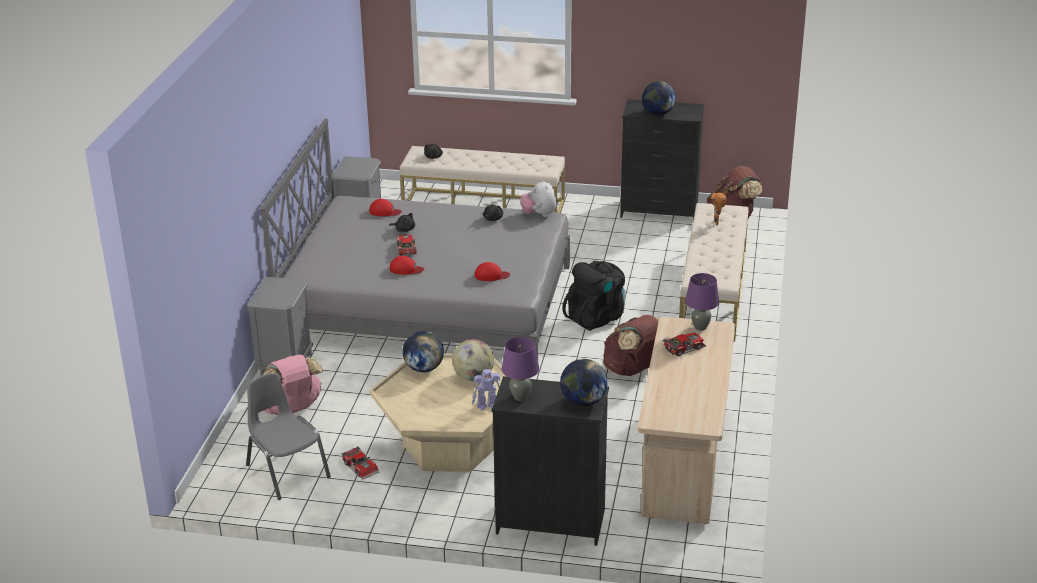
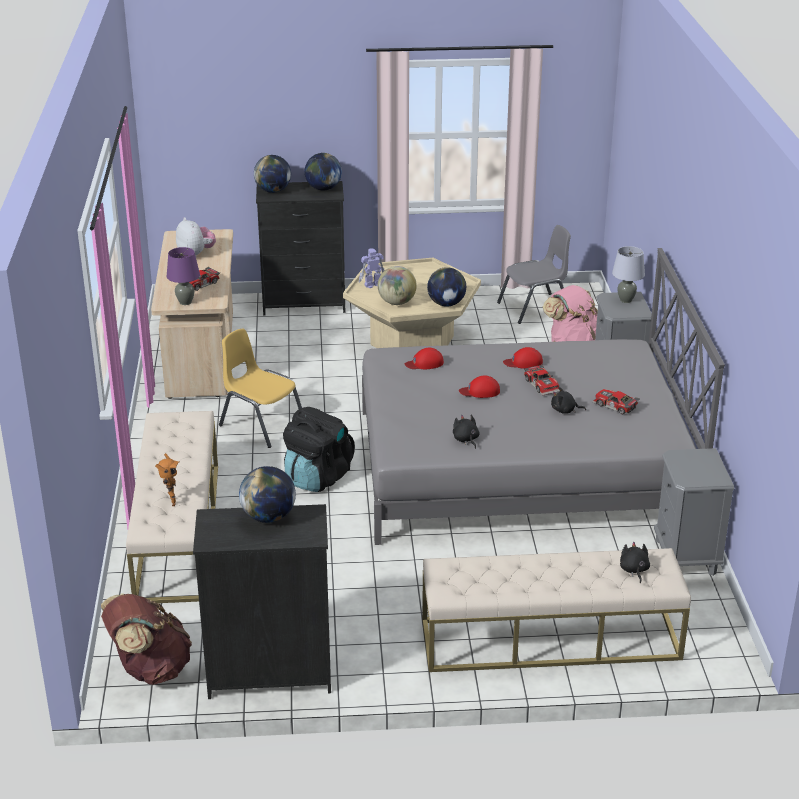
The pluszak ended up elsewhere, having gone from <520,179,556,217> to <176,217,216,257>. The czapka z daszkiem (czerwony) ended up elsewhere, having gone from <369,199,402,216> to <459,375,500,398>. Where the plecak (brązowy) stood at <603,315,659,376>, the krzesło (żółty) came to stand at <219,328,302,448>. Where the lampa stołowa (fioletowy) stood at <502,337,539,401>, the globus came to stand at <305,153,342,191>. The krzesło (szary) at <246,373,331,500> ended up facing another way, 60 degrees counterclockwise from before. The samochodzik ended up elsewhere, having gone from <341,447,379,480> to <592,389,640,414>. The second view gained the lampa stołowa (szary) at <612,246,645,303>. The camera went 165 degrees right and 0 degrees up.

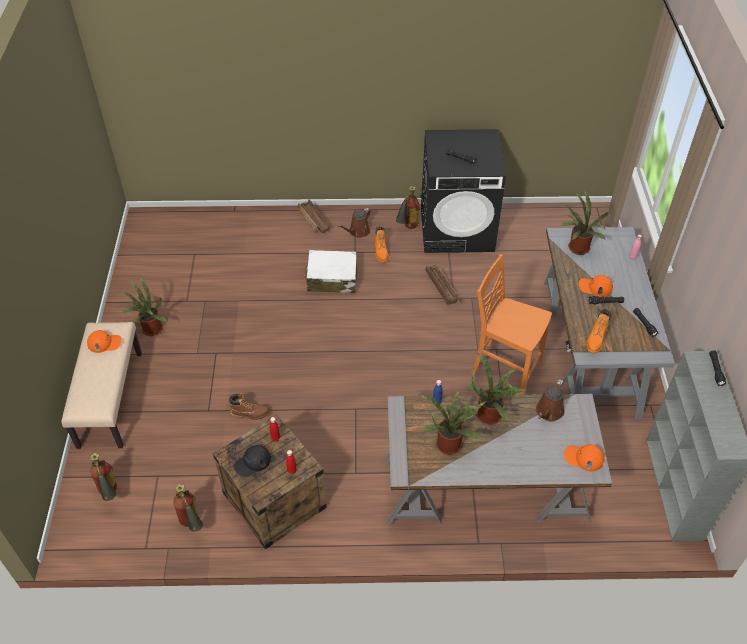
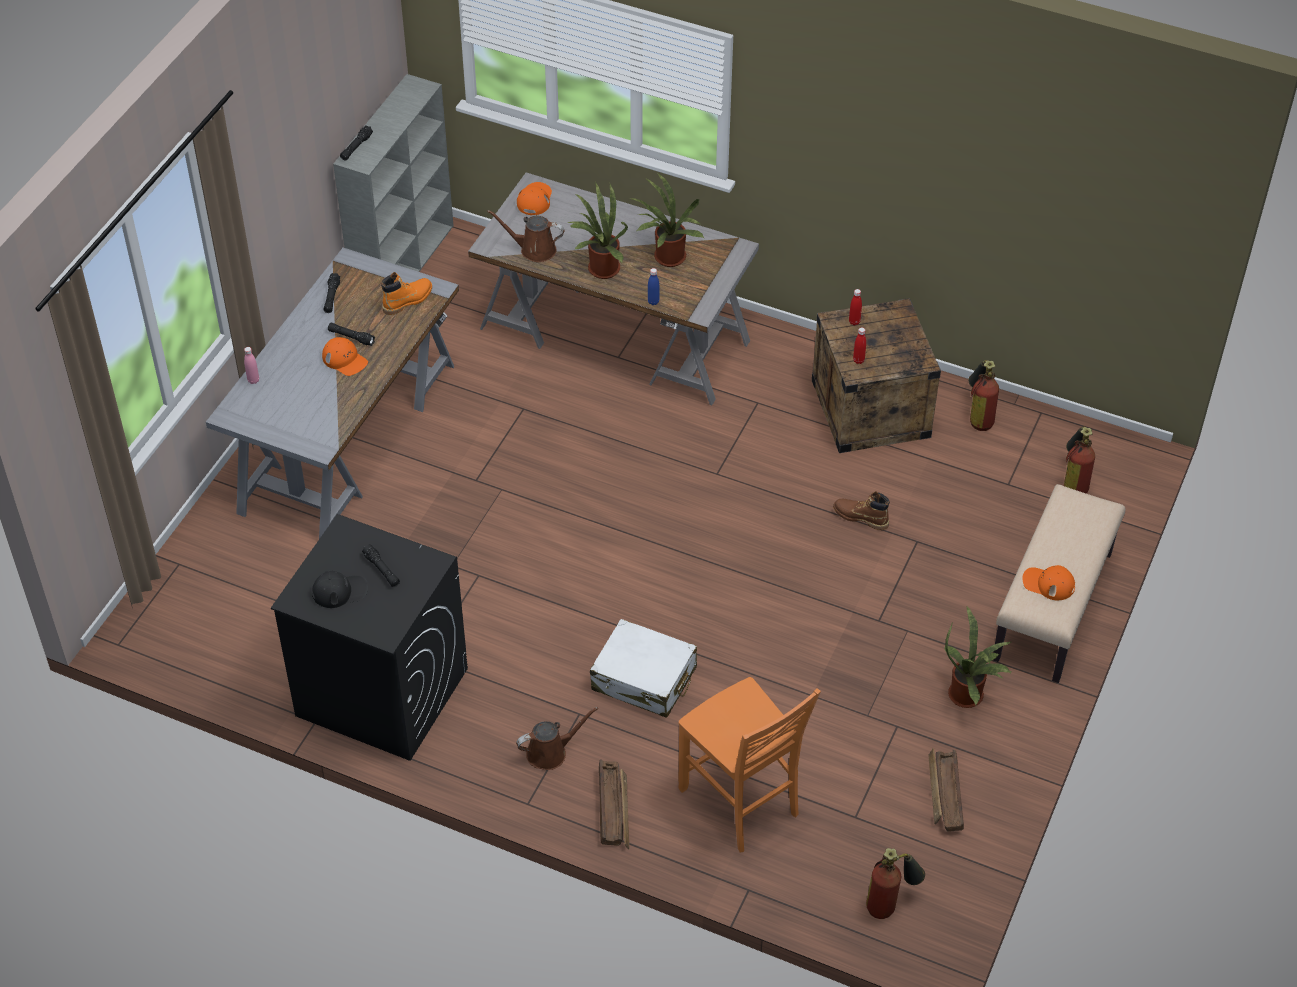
The gaśnica ended up elsewhere, having gone from <396,186,420,229> to <866,848,925,919>. The second view lost the roślina doniczkowa at <560,190,609,255>. The second view lost the but z cholewką (pomarańczowy) at <375,226,389,263>. The krzesło (pomarańczowy) ended up elsewhere, having gone from <471,254,552,395> to <678,677,821,853>. The skrzynka ended up elsewhere, having gone from <425,265,462,305> to <928,748,964,832>. The konewka (brązowy) at <536,379,565,421> ended up facing another way, 135 degrees counterclockwise from before. The czapka z daszkiem (pomarańczowy) at <564,444,604,472> ended up facing another way, 120 degrees counterclockwise from before. The czapka z daszkiem (czarny) ended up elsewhere, having gone from <234,445,271,478> to <312,571,368,608>. The camera went 155 degrees left and 0 degrees up.

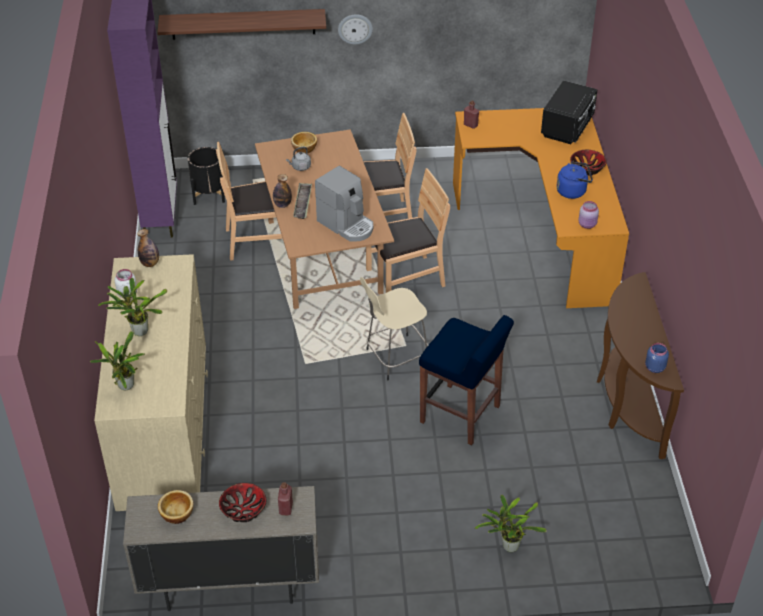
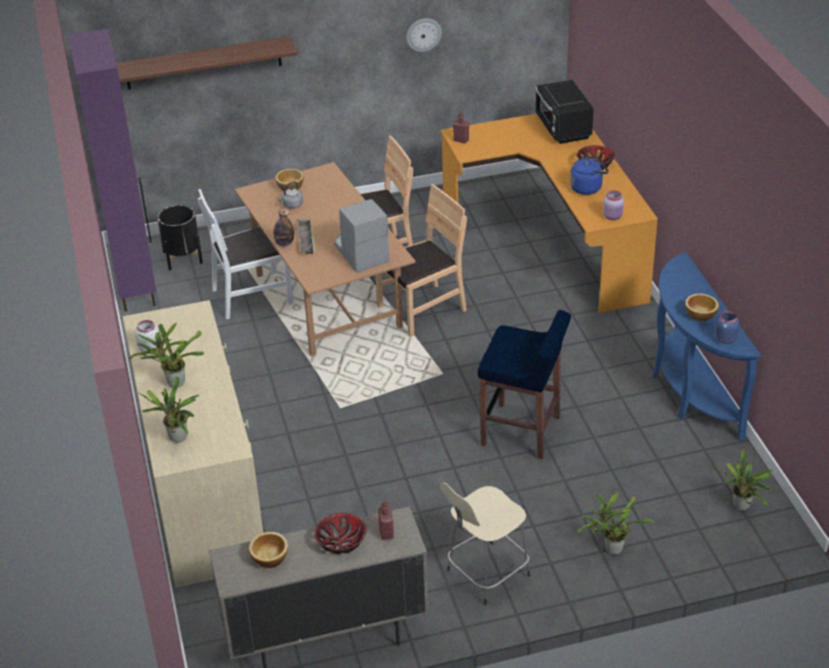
The zegar ścienny ended up elsewhere, having gone from <338,14,373,45> to <406,18,442,52>. The mikrofalówka (czarny) at <541,80,598,144> ended up facing another way, 150 degrees clockwise from before. What was the krzesło (brązowy) at <216,142,283,261> turned into the krzesło (biały) at <198,189,294,320>. The ekspres do kawy at <315,166,373,242> ended up facing another way, 150 degrees counterclockwise from before. The second view lost the butelka at <137,229,159,267>. What was the stolik konsolowy (brązowy) at <597,272,684,459> turned into the stolik konsolowy (niebieski) at <652,253,761,440>. The stołek (beżowy) ended up elsewhere, having gone from <360,277,428,380> to <440,482,530,605>. The second view gained the miska at <685,294,719,321>. The second view gained the roślina doniczkowa at <713,449,773,511>. The camera went 10 degrees left and 5 degrees down.

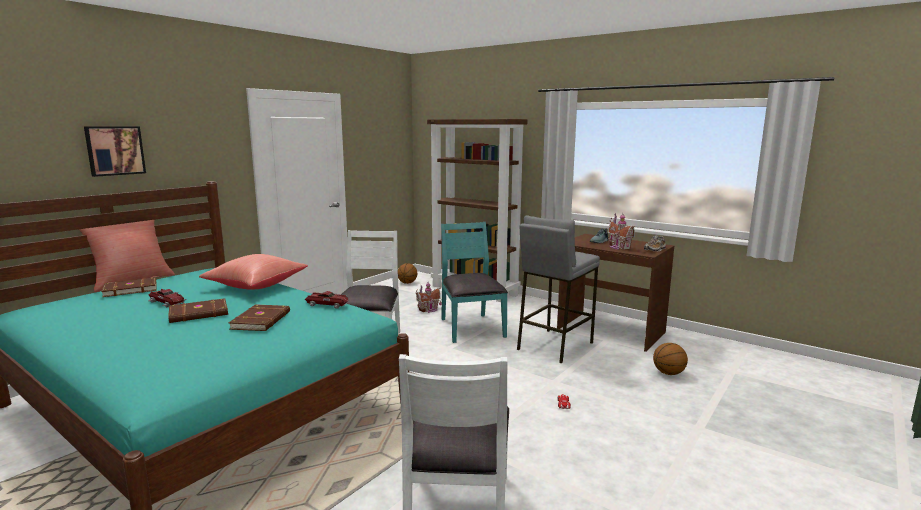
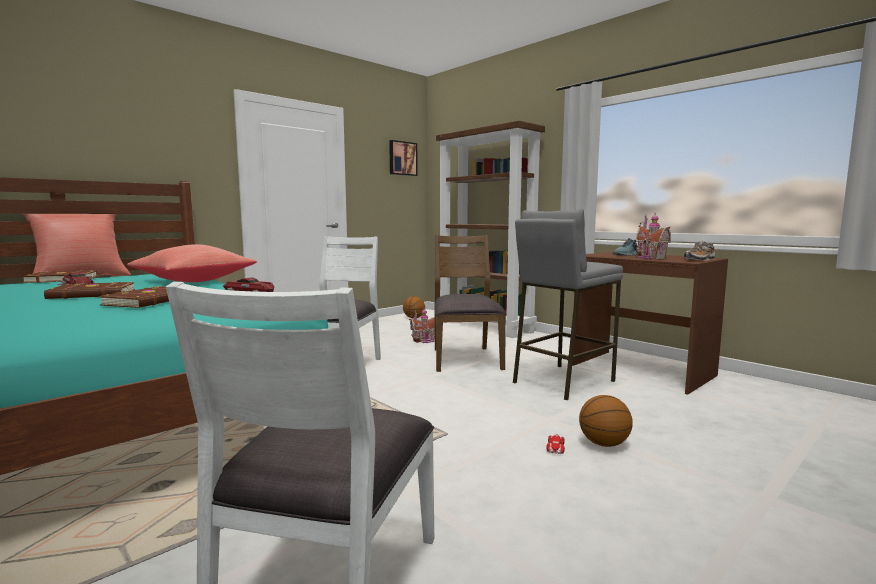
The obraz ended up elsewhere, having gone from <84,126,146,177> to <389,140,418,176>. What was the krzesło (turkusowy) at <441,222,508,343> turned into the krzesło (brązowy) at <435,235,506,372>. The piłka do koszykówki ended up elsewhere, having gone from <653,343,688,375> to <579,395,633,447>. The camera went 10 degrees right and 5 degrees down.

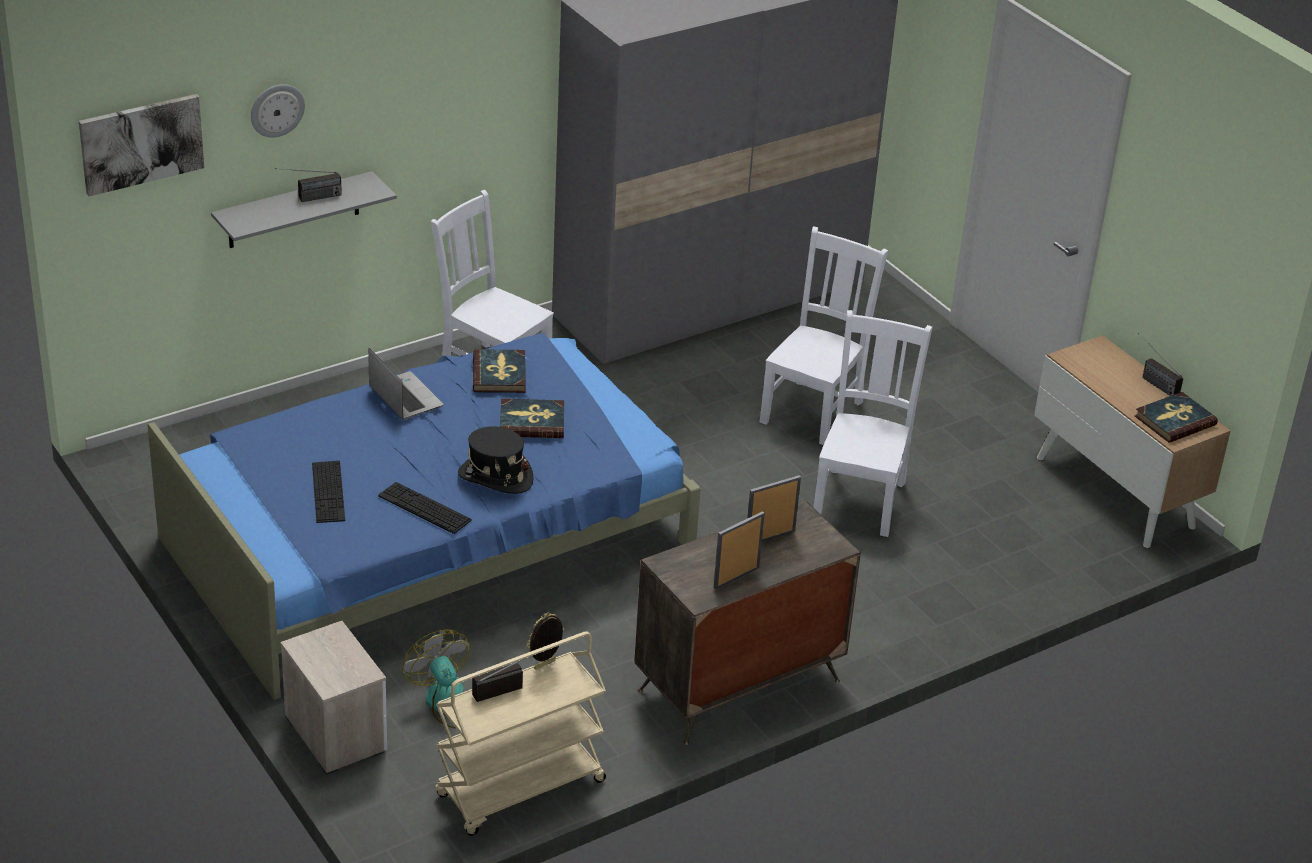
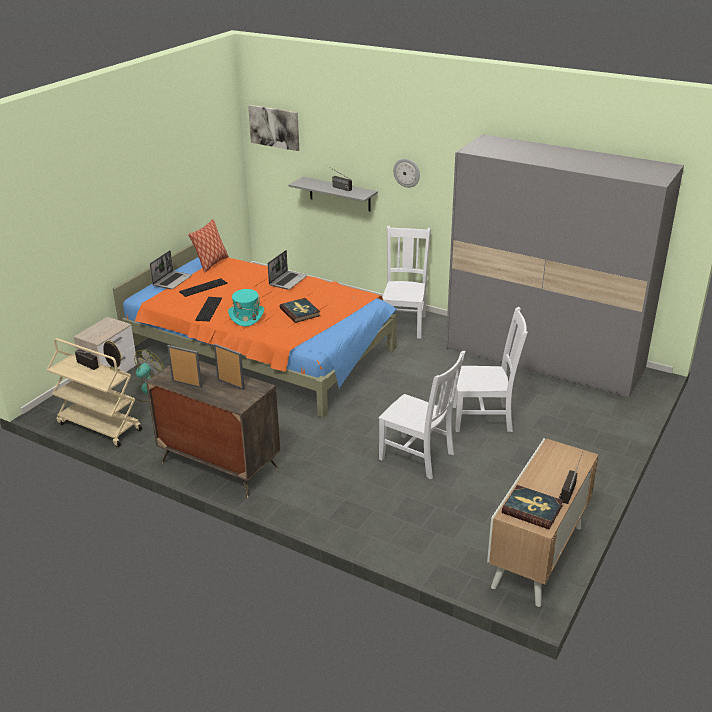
The zegar ścienny ended up elsewhere, having gone from <251,84,305,138> to <393,159,420,188>. The krzesło (biały) at <813,310,933,537> ended up facing another way, 45 degrees clockwise from before. What was the łóżko (niebieski) at <147,333,701,700> turned into the łóżko (pomarańczowy) at <112,243,397,418>. The second view lost the książka at <473,349,526,393>. What was the kapelusz (czarny) at <458,426,534,494> turned into the kapelusz (turkusowy) at <228,289,264,327>. The second view gained the poduszka at <188,219,229,272>. The second view gained the laptop at <150,251,192,289>. The camera went 65 degrees right and 5 degrees down.

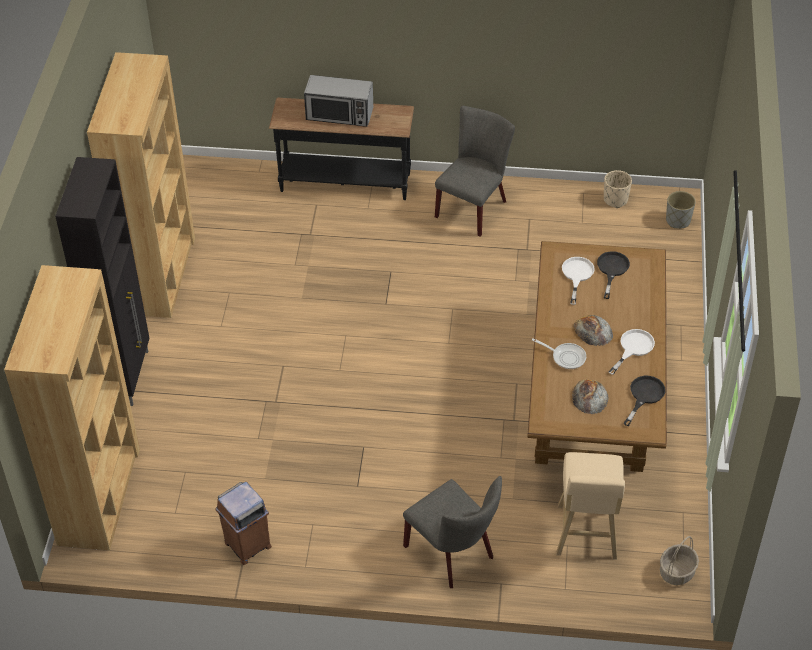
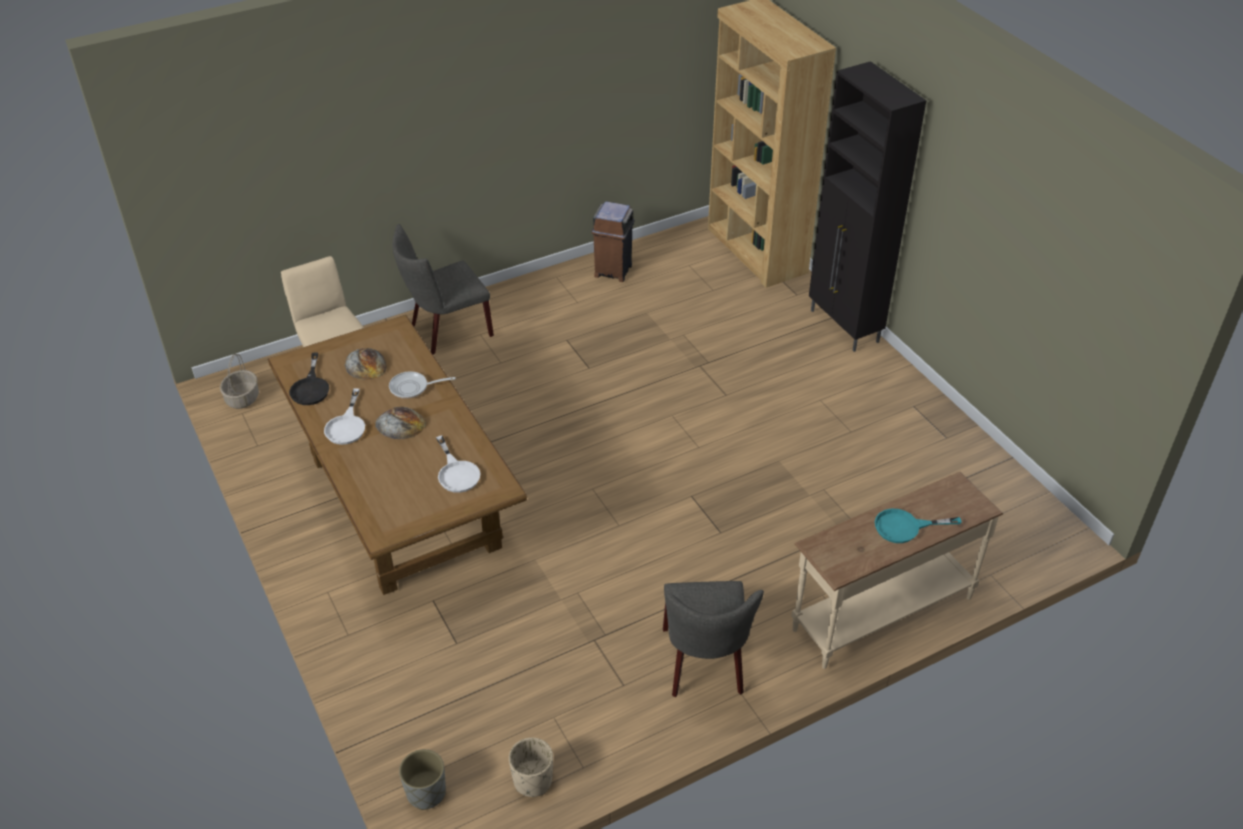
The second view lost the regał (brązowy) at <87,52,195,318>. Where the mikrofalówka stood at <304,75,373,127>, the patelnia (turkusowy) came to stand at <875,509,962,543>. What was the stolik konsolowy (czarny) at <269,98,414,200> turned into the stolik konsolowy (beżowy) at <792,472,1003,669>. The second view lost the patelnia (czarny) at <597,251,630,299>. The krzesło (szary) at <403,476,502,588> ended up facing another way, 45 degrees counterclockwise from before. The camera went 145 degrees right and 5 degrees down.

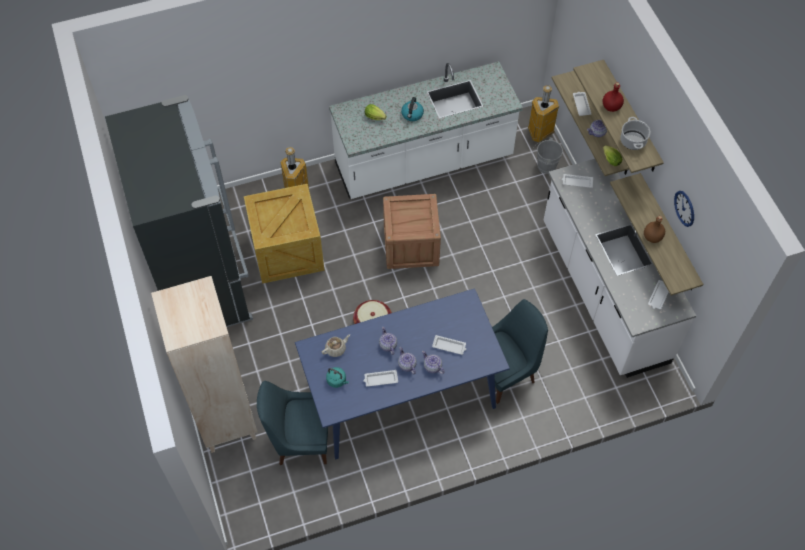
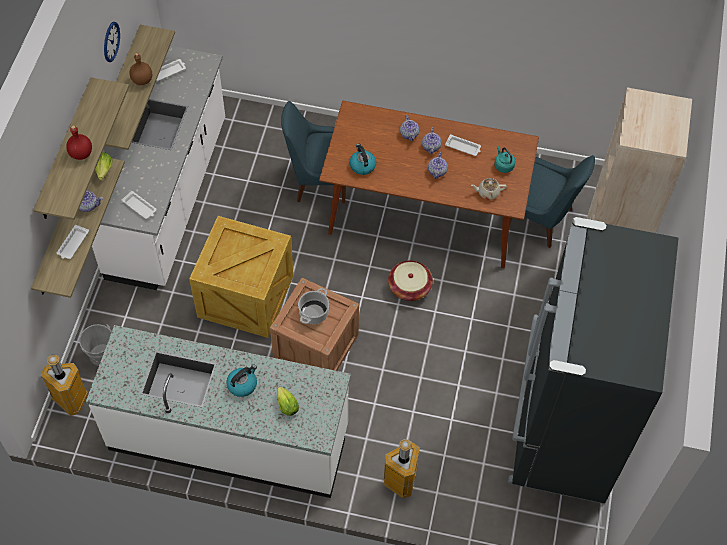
The garnek ended up elsewhere, having gone from <620,117,651,150> to <298,288,329,324>. The skrzynka ended up elsewhere, having gone from <244,184,325,284> to <189,216,294,338>. What was the stół jadalny (niebieski) at <295,288,510,460> turned into the stół jadalny (brązowy) at <319,101,539,268>. The second view lost the taca (biały) at <432,335,466,355>. The second view gained the czajnik at <350,144,376,175>. The camera went 150 degrees left and 0 degrees up.

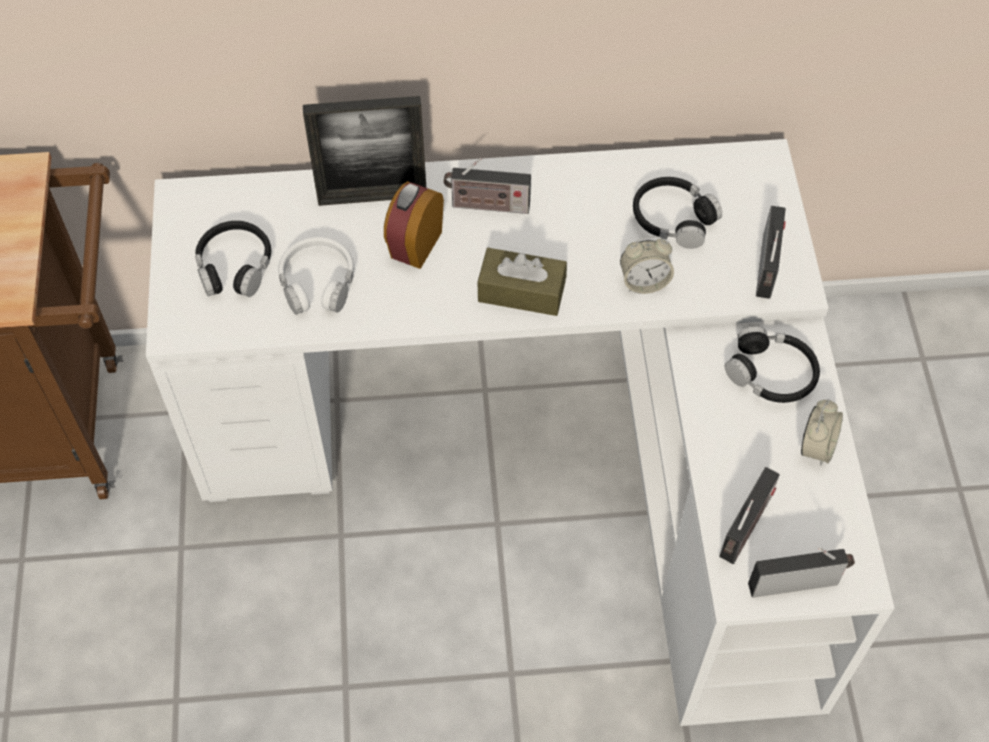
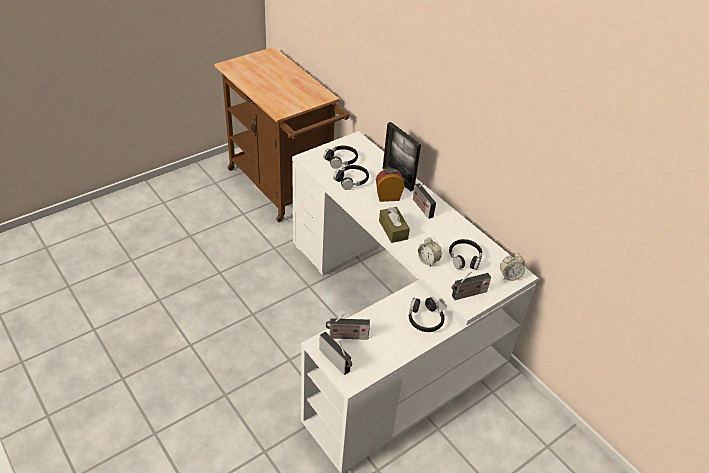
What was the słuchawki (biały) at <278,237,354,315> turned into the słuchawki (czarny) at <333,165,369,190>. The budzik ended up elsewhere, having gone from <801,399,843,466> to <500,253,525,281>. The camera went 55 degrees right and 15 degrees down.

